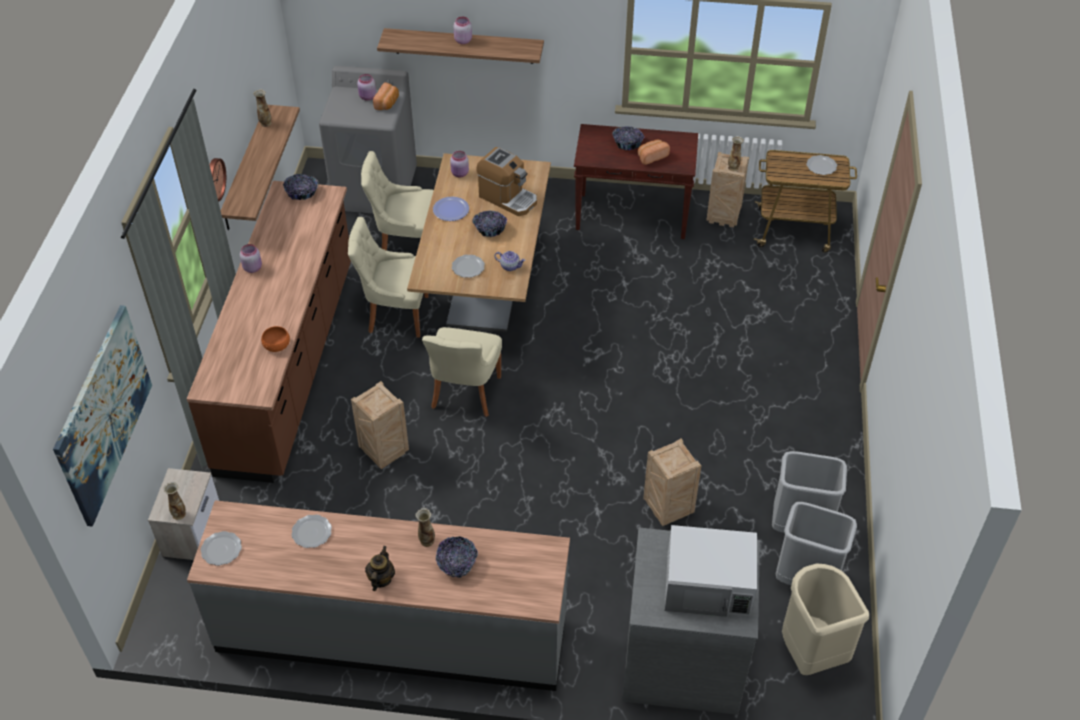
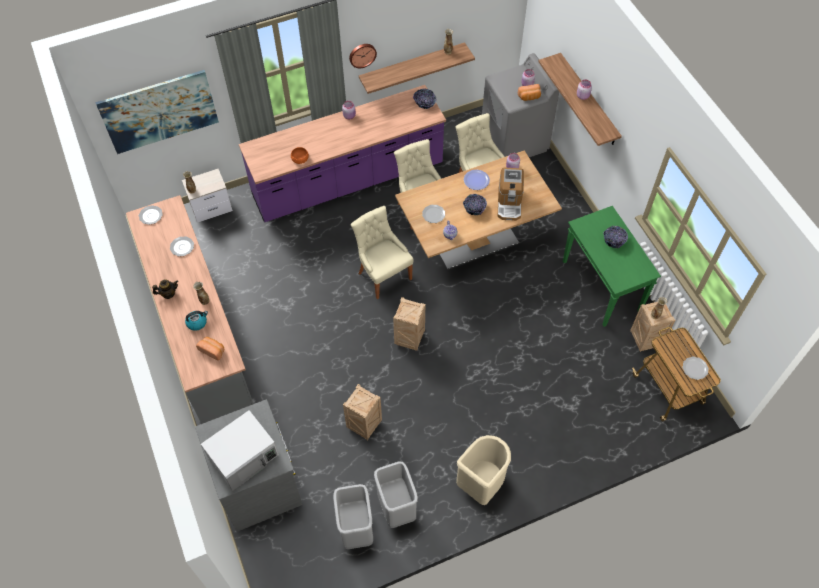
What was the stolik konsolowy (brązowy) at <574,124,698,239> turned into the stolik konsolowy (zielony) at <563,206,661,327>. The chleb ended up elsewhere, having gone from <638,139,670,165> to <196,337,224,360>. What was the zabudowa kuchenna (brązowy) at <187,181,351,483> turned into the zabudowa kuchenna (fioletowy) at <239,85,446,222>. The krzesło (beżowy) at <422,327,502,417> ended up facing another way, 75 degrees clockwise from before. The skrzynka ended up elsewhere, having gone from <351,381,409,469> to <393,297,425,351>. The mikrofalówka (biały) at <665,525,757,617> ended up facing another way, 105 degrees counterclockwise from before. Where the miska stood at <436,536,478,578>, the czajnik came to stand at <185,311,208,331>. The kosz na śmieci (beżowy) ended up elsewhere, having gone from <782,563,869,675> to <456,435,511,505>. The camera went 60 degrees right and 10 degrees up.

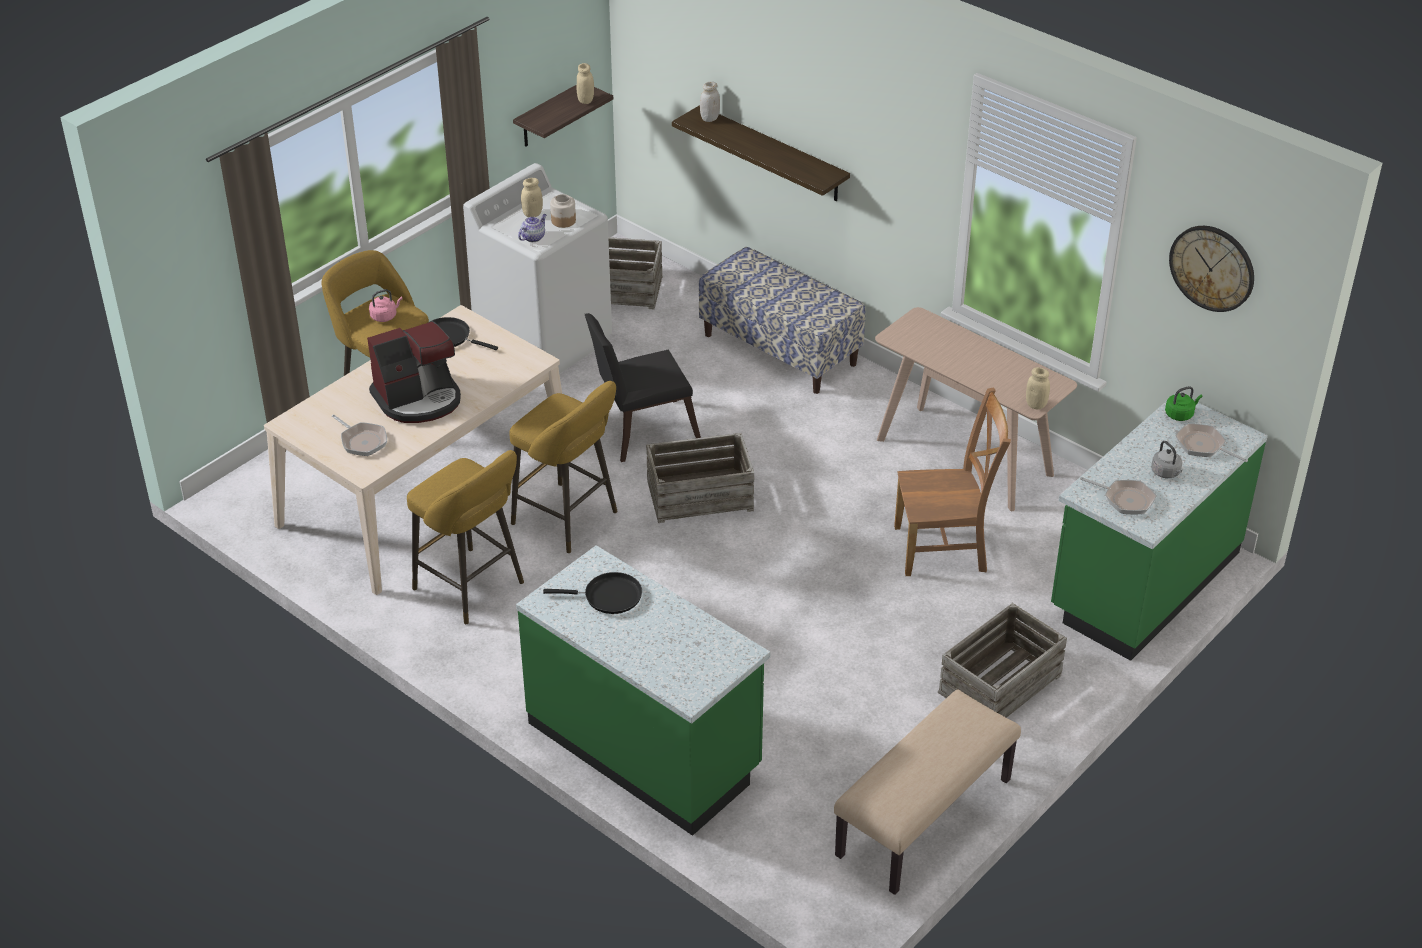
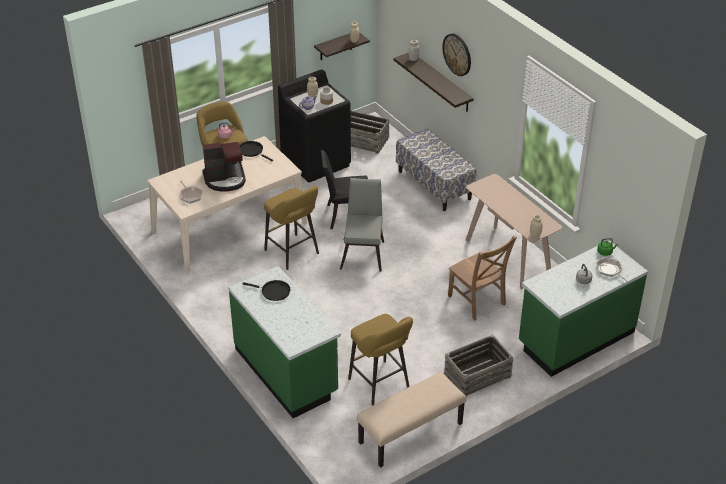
What was the pralka (biały) at <463,163,612,374> turned into the pralka (czarny) at <278,70,351,182>. The zegar ścienny ended up elsewhere, having gone from <1169,226,1254,312> to <442,33,471,76>. The krzesło (brązowy) at <894,387,1011,576> ended up facing another way, 45 degrees clockwise from before. Where the skrzynka stood at <646,433,754,523>, the krzesło (szary) came to stand at <340,178,384,272>. The stołek (żółty) ended up elsewhere, having gone from <407,450,524,624> to <348,314,413,405>. The second view lost the patelnia at <1080,477,1157,514>. The camera went 15 degrees right and 0 degrees up.

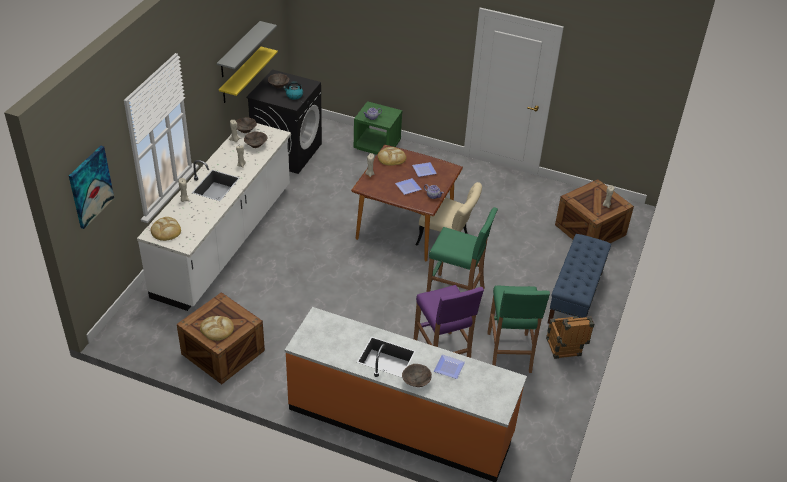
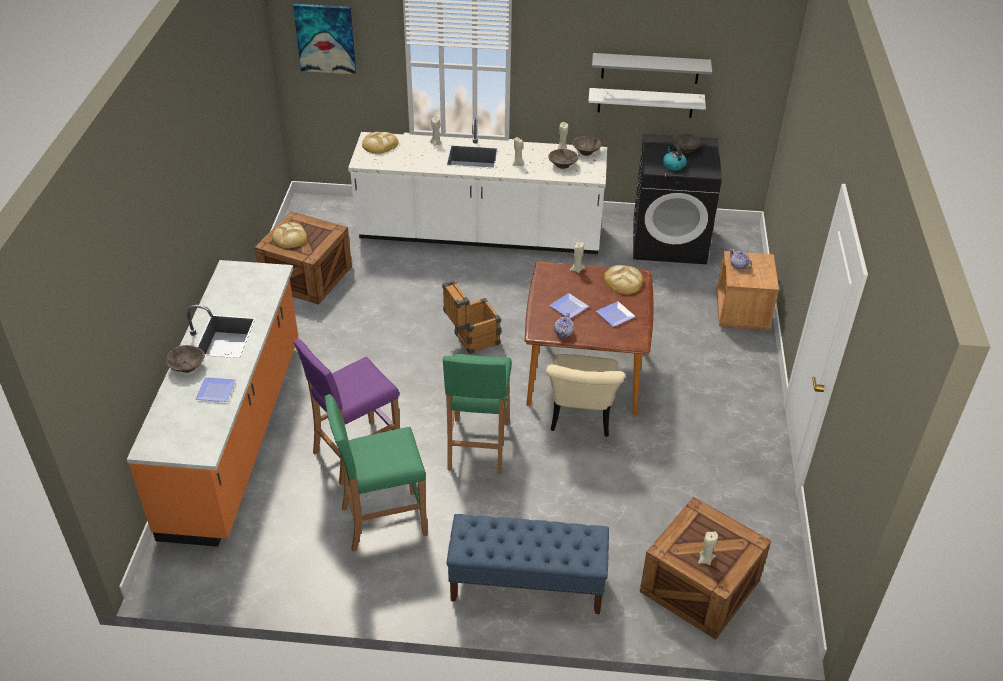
What was the półka (żółty) at <219,47,278,103> turned into the półka (biały) at <588,88,706,118>. What was the szafka nocna (zielony) at <353,101,402,155> turned into the szafka nocna (brązowy) at <716,251,779,330>. The skrzynka ended up elsewhere, having gone from <546,316,594,359> to <443,280,501,354>. The camera went 75 degrees right and 0 degrees up.

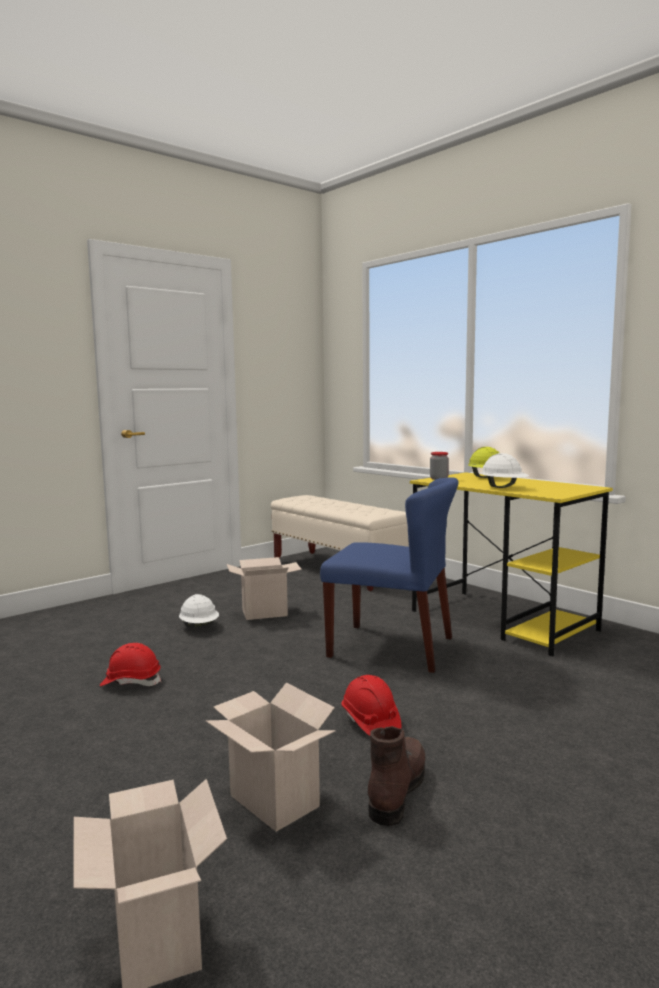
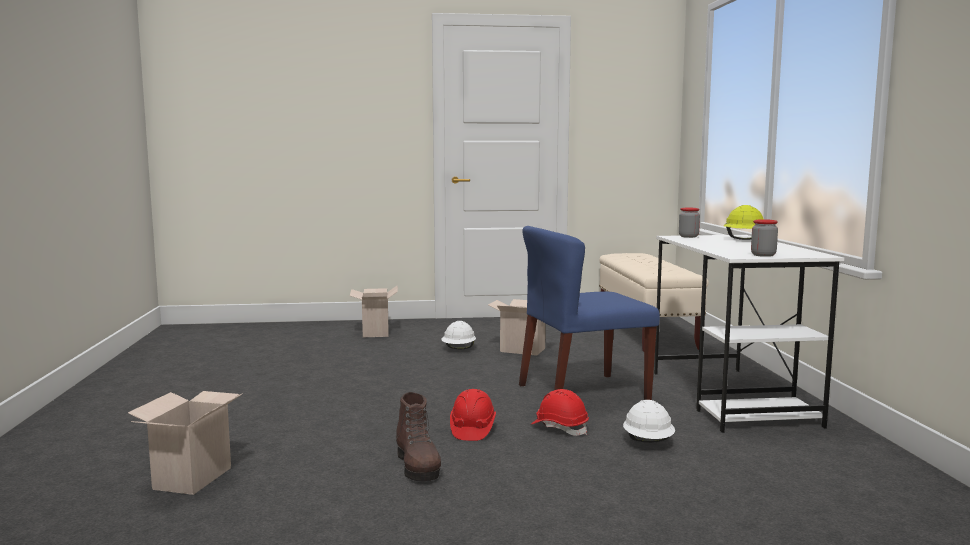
The kask (biały) ended up elsewhere, having gone from <481,453,529,488> to <623,400,675,443>. What was the biurko (żółty) at <410,472,613,657> turned into the biurko (biały) at <654,235,844,433>. The krzesło (niebieski) at <320,477,458,673> ended up facing another way, 105 degrees clockwise from before. The kask (czerwony) ended up elsewhere, having gone from <100,643,162,686> to <531,389,589,436>. The karton ended up elsewhere, having gone from <206,683,336,832> to <350,285,398,337>. The but z cholewką (brązowy) at <368,726,425,826> ended up facing another way, 105 degrees clockwise from before. The second view gained the słoik at <751,219,778,257>. The camera went 35 degrees right and 0 degrees up.

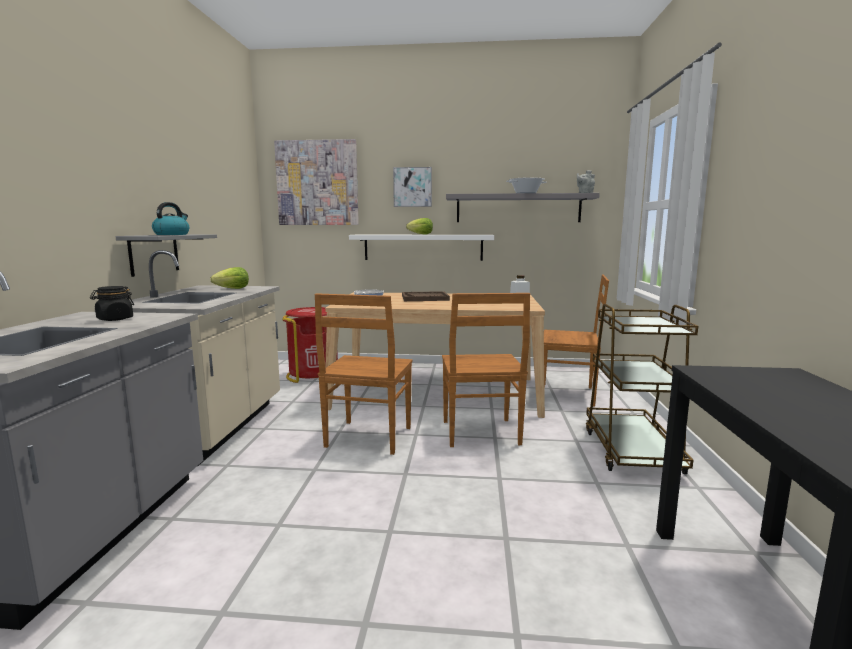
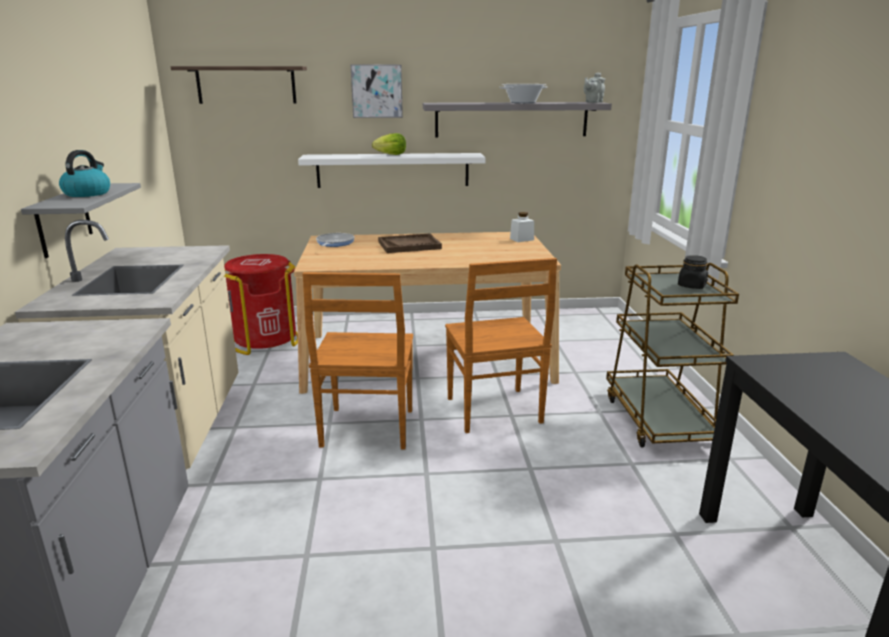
Where the obraz hung at <274,139,359,225>, the półka came to hang at <170,66,307,104>. The second view lost the sałata at <210,267,249,289>. The second view lost the krzesło (brązowy) at <544,274,609,407>. The słoik (czarny) ended up elsewhere, having gone from <90,286,134,321> to <678,255,708,289>. The camera went 10 degrees left and 10 degrees up.

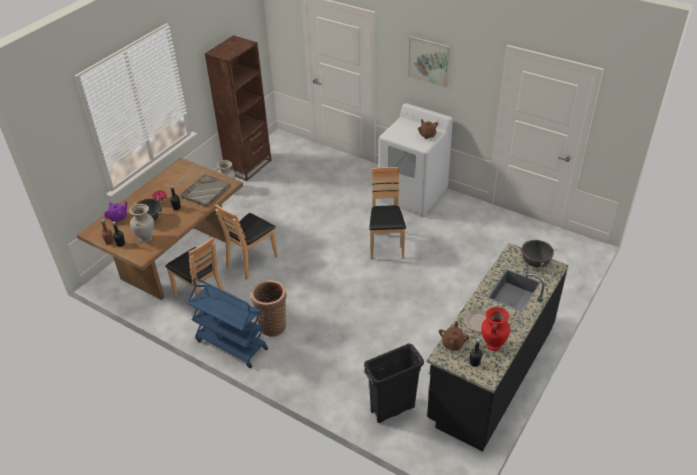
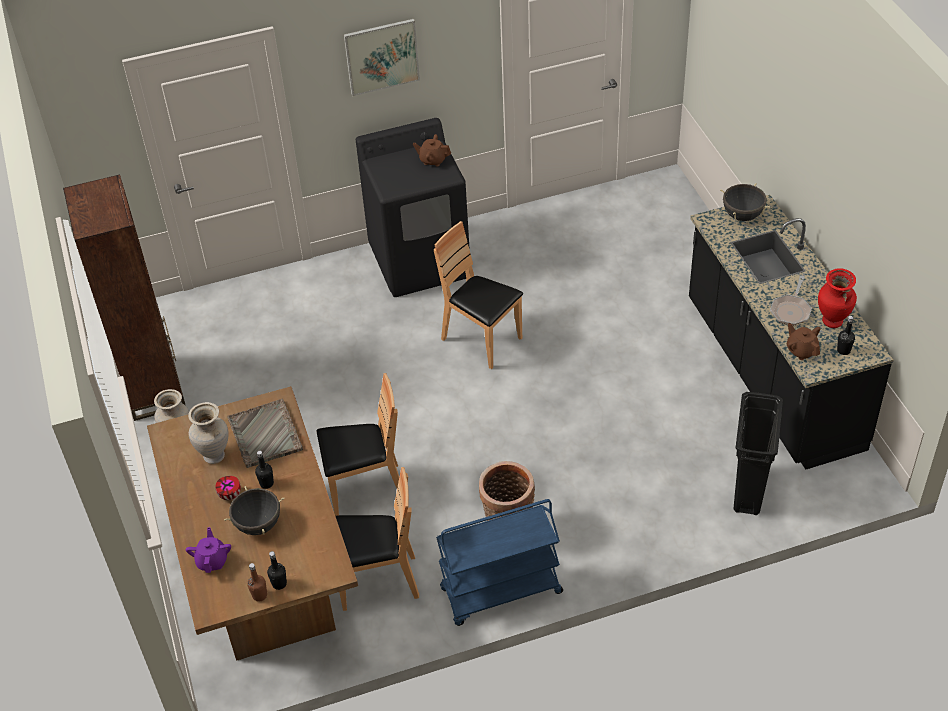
What was the pralka (biały) at <379,103,453,217> turned into the pralka (czarny) at <355,118,470,297>. The wazon (beżowy) ended up elsewhere, having gone from <129,204,154,243> to <188,402,229,464>. The krzesło (brązowy) at <215,204,278,280> ended up facing another way, 90 degrees counterclockwise from before. The camera went 50 degrees left and 5 degrees up.

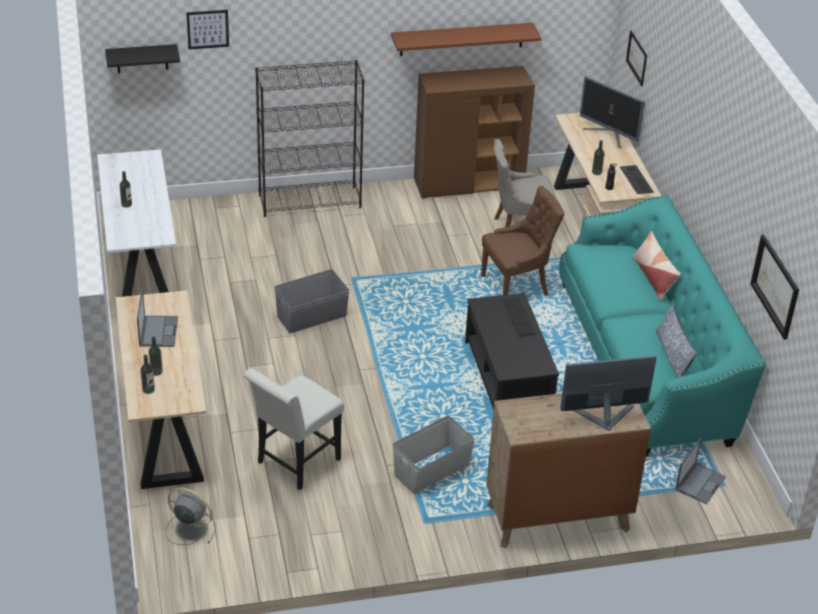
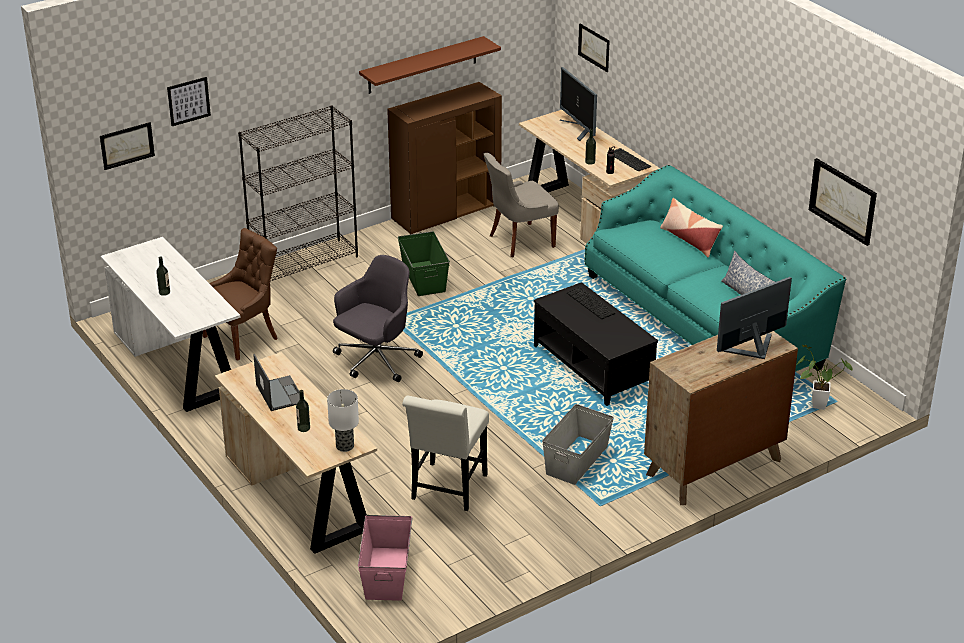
Where the półka (czarny) hung at <105,44,180,73>, the obraz came to hang at <100,122,155,170>. The monitor at <580,76,645,149> ended up facing another way, 45 degrees clockwise from before. The krzesło (brązowy) ended up elsewhere, having gone from <481,186,565,296> to <203,228,277,361>. Where the pojemnik do przechowywania (szary) stood at <275,269,349,333>, the krzesło biurowe (szary) came to stand at <333,255,423,382>. The second view lost the butelka at <141,355,155,394>. Where the laptop stood at <675,438,726,504>, the roślina doniczkowa came to stand at <797,344,853,410>. Where the wentylator (szary) stood at <165,487,216,545>, the pojemnik do przechowywania (różowy) came to stand at <358,515,412,601>. The second view gained the pojemnik do przechowywania (zielony) at <398,231,450,296>. The second view gained the lampa stołowa at <327,389,359,452>. The camera went 20 degrees left and 5 degrees down.

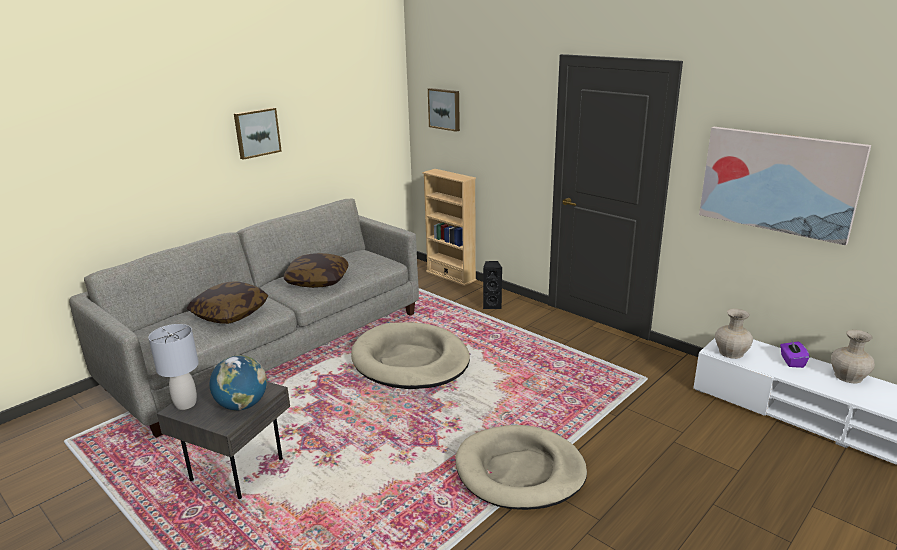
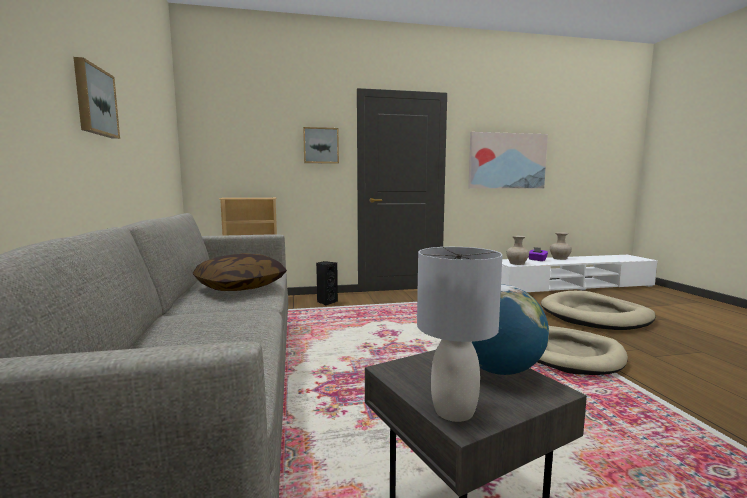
The obraz ended up elsewhere, having gone from <428,88,460,132> to <303,127,339,164>. The second view lost the poduszka at <187,281,268,324>. The legowisko (beżowy) ended up elsewhere, having gone from <351,322,470,389> to <541,291,656,330>. The camera went 55 degrees left and 15 degrees down.

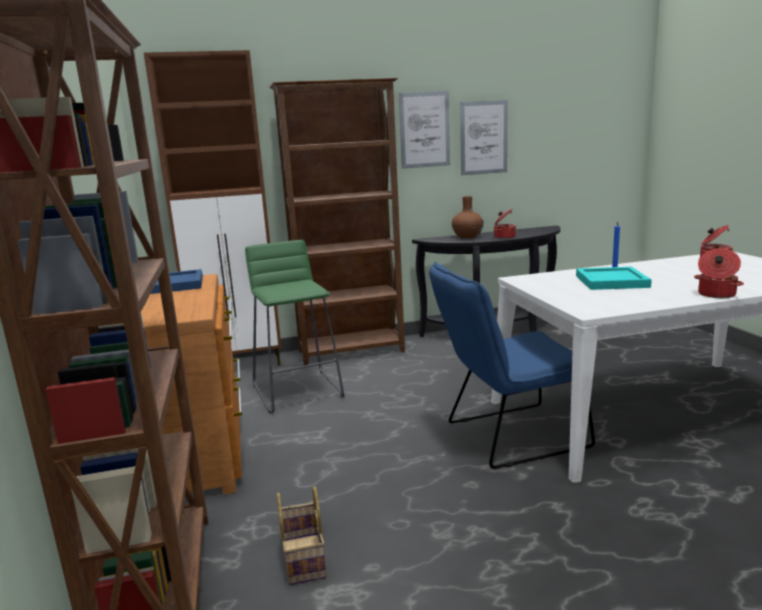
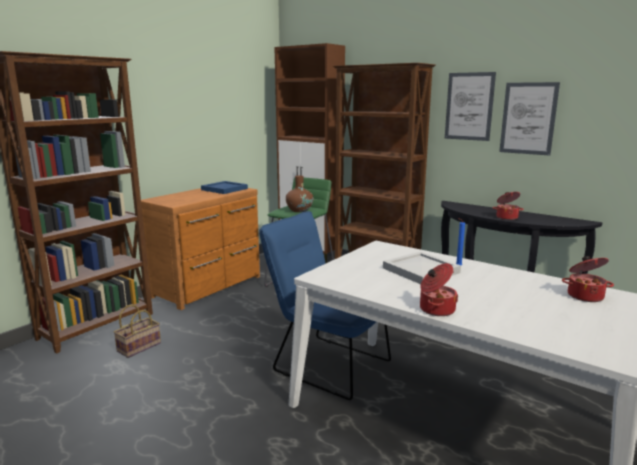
The wazon (brązowy) ended up elsewhere, having gone from <452,196,484,238> to <286,176,313,212>. What was the taca (turkusowy) at <576,267,652,290> turned into the taca (biały) at <383,251,461,284>. The camera went 50 degrees right and 0 degrees up.

